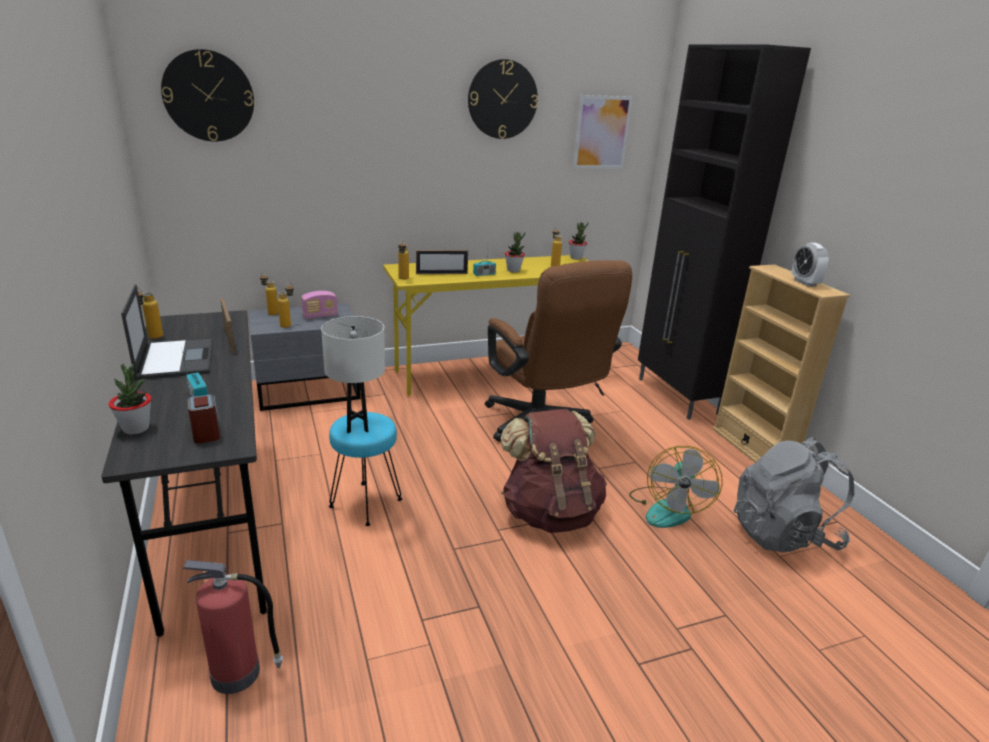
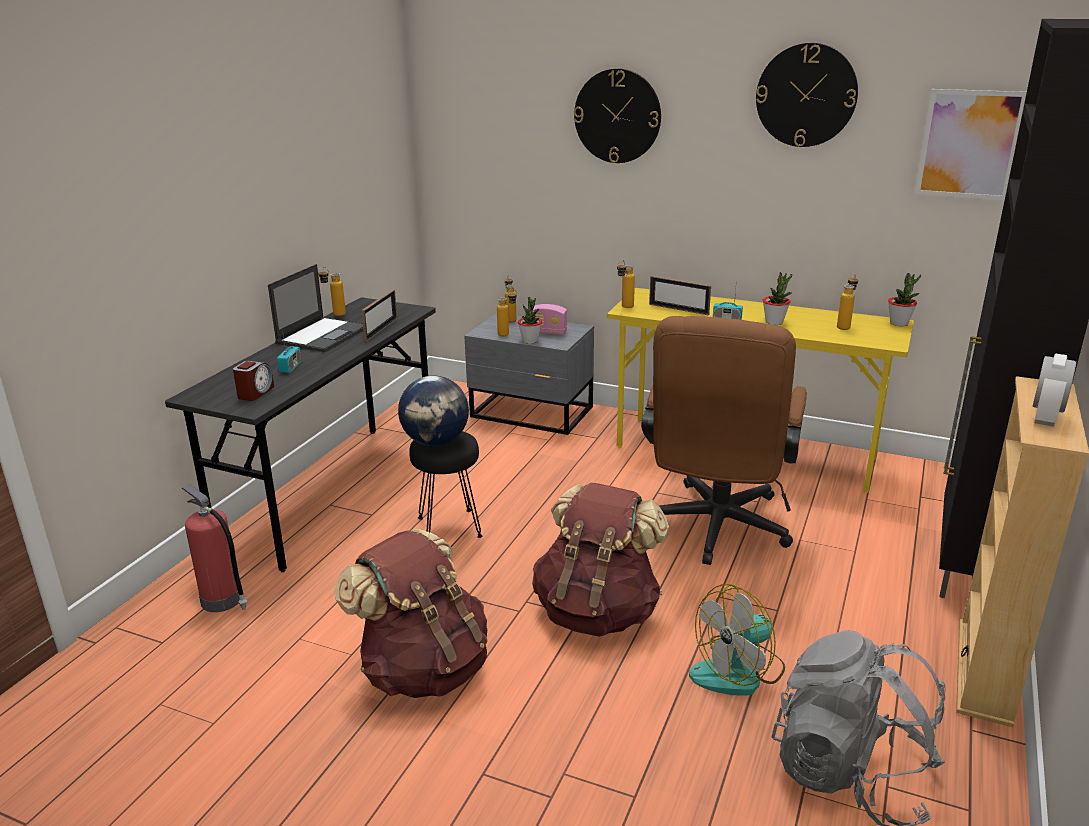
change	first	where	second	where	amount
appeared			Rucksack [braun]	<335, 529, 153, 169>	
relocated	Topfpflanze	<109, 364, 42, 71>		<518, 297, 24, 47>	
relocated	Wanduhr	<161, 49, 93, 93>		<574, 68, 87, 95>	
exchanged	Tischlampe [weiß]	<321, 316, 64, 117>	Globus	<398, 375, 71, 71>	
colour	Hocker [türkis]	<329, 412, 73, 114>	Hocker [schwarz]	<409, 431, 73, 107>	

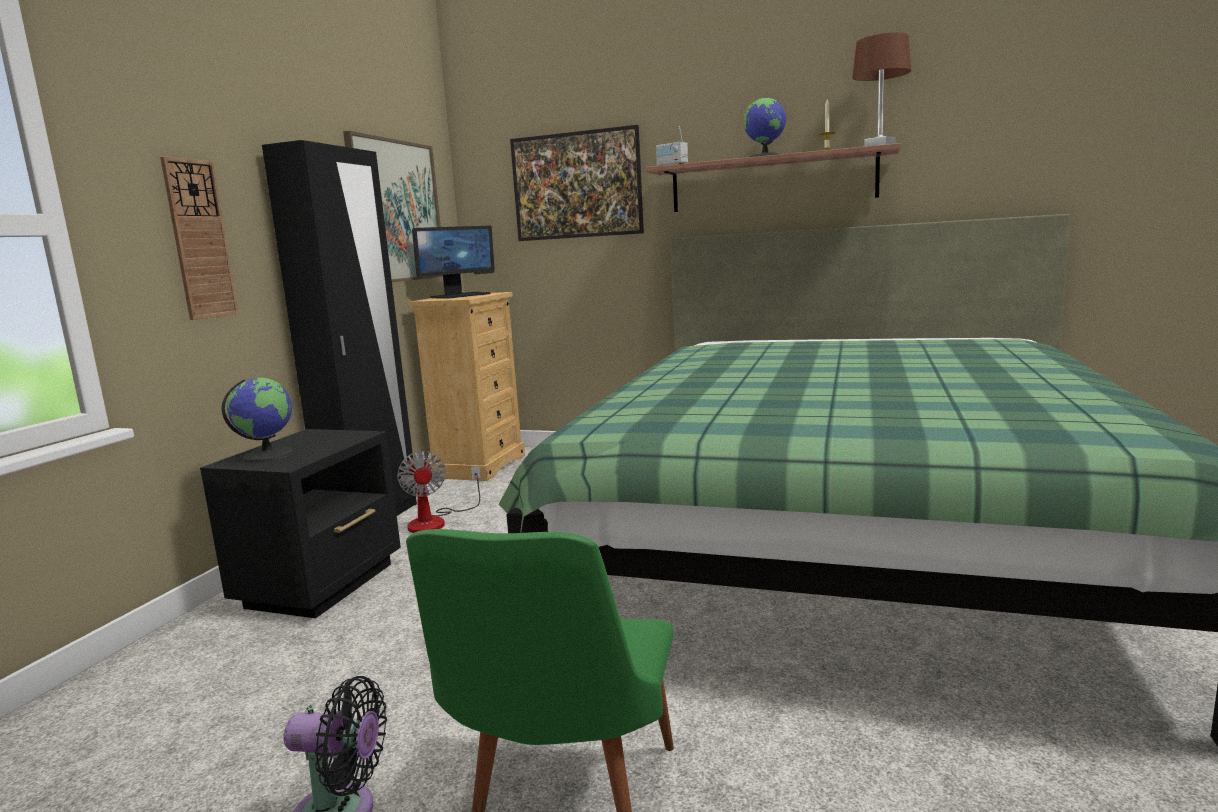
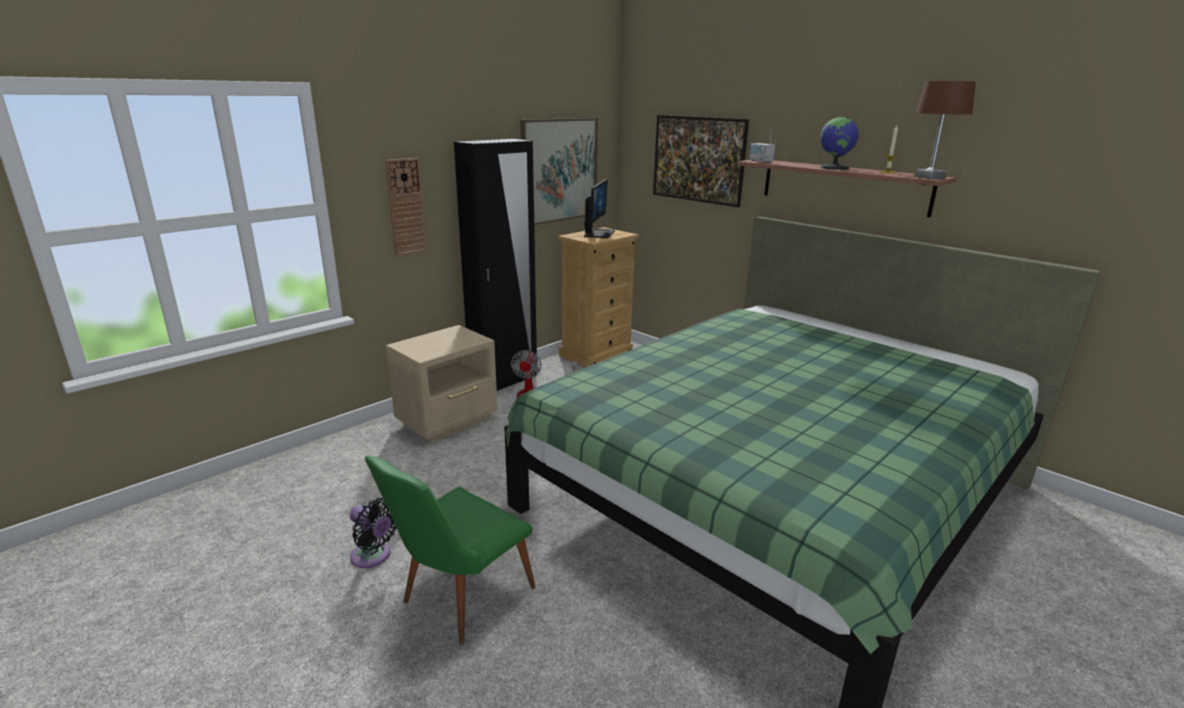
change	first	where	second	where	amount
missing	Globus	<221, 378, 72, 85>			
colour	Nachttisch [schwarz]	<200, 429, 201, 189>	Nachttisch [beige]	<386, 325, 112, 118>	
spun	Monitor	<412, 226, 83, 73>		<584, 179, 31, 59>	60 degrees counterclockwise

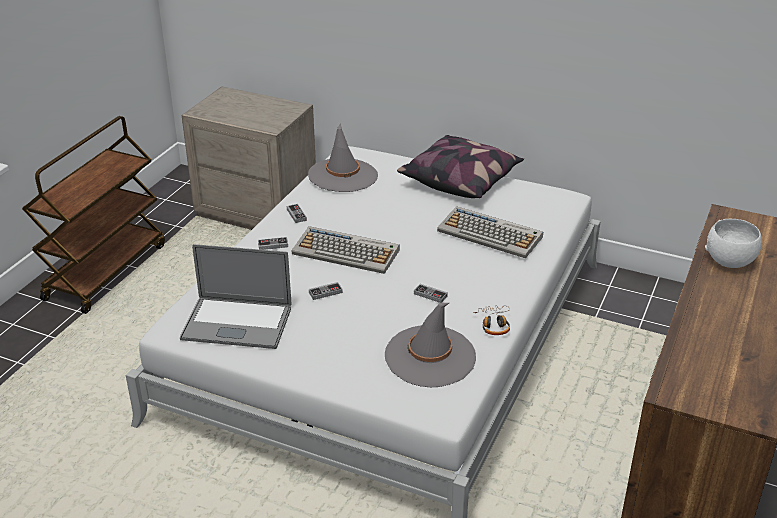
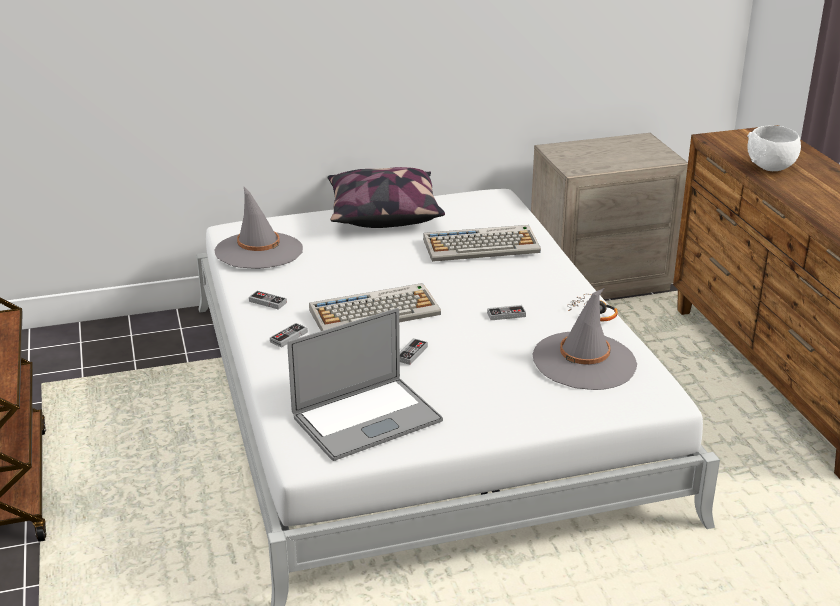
change	first	where	second	where	amount
relocated	Nachttisch [beige]	<182, 86, 134, 144>		<531, 133, 157, 166>	

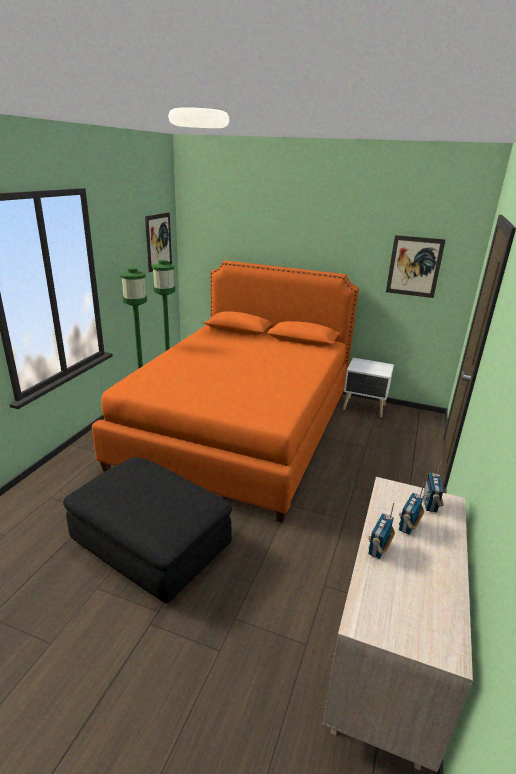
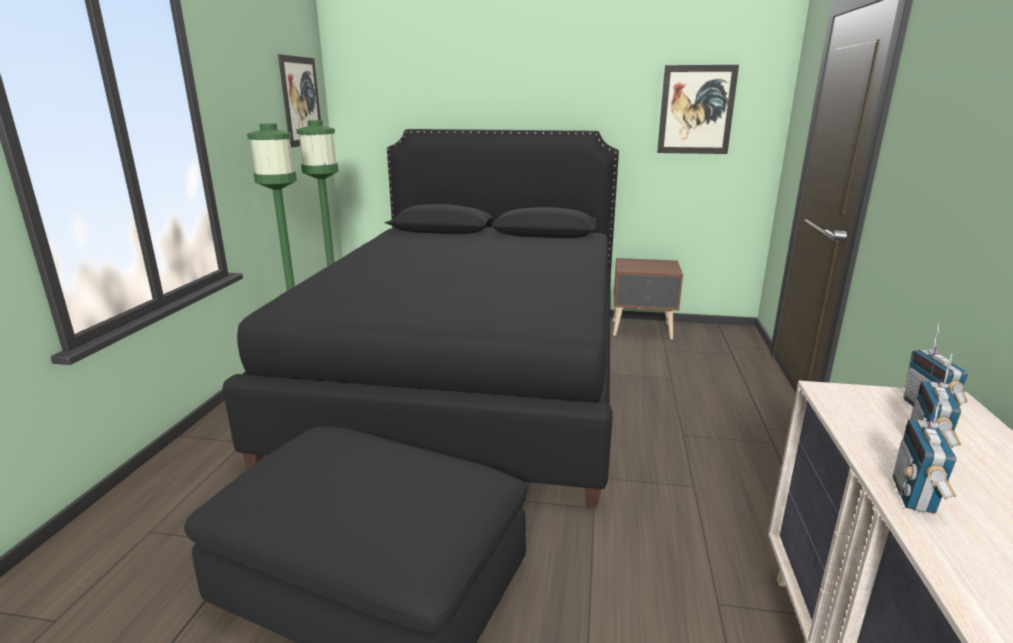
change	first	where	second	where	amount
colour	Bett [orange]	<92, 261, 267, 261>	Bett [schwarz]	<223, 129, 396, 379>	
colour	Nachttisch [weiß]	<343, 358, 51, 59>	Nachttisch [braun]	<613, 258, 70, 81>	

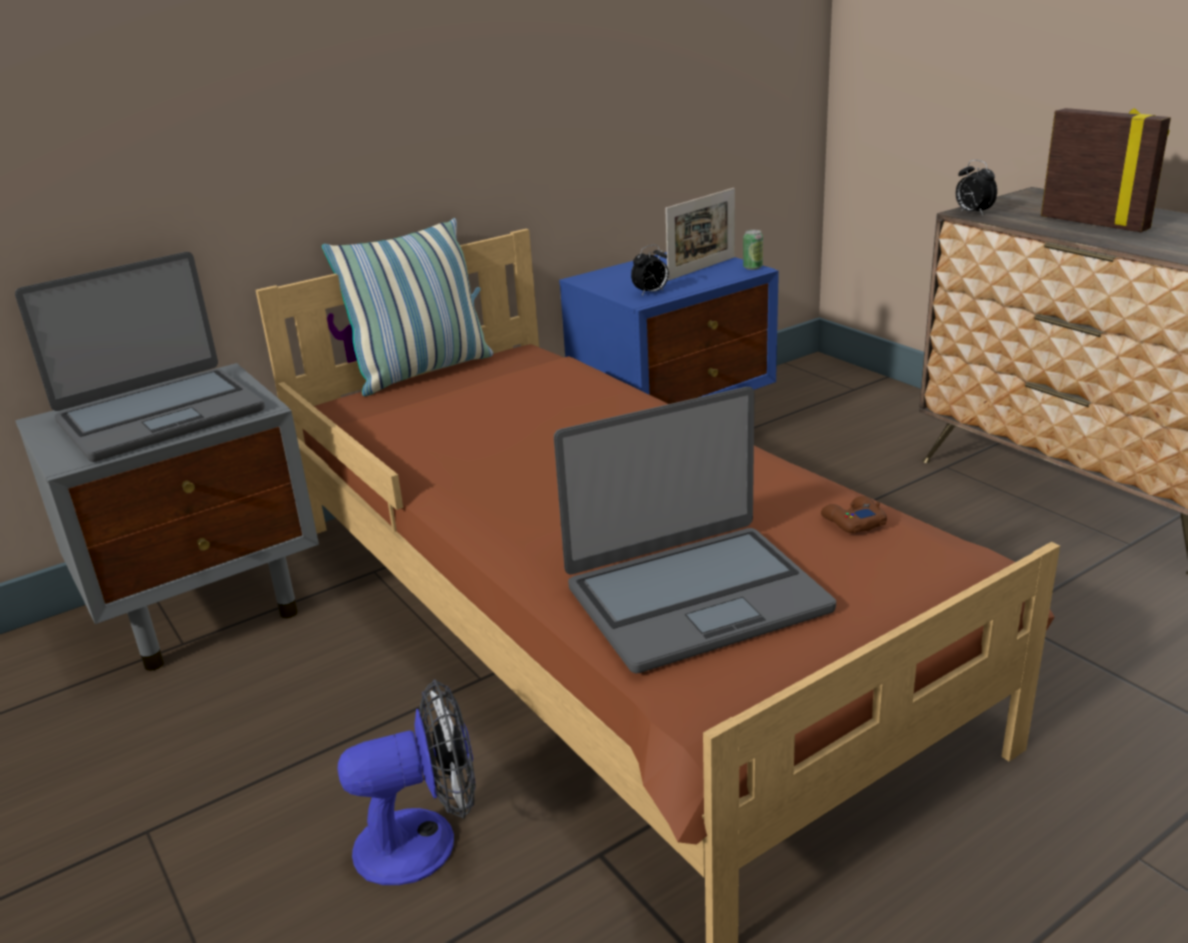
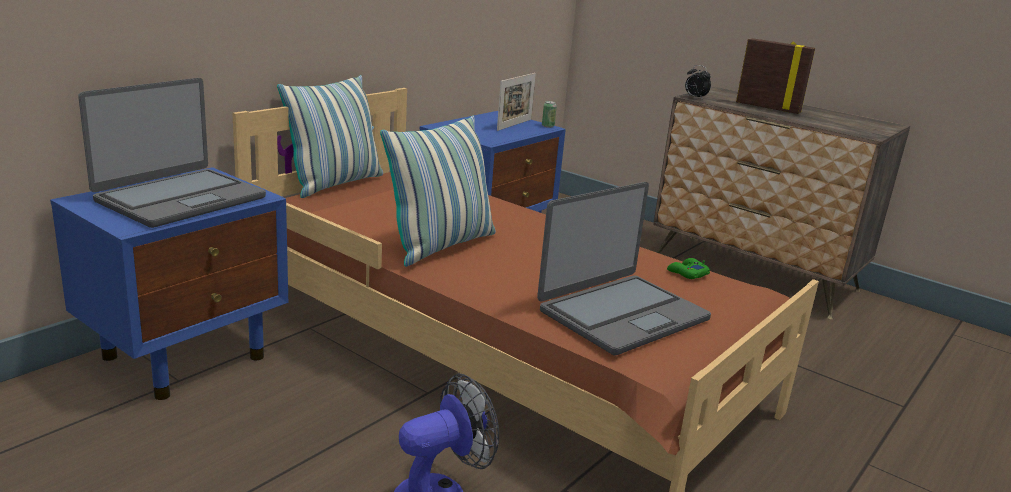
change	first	where	second	where	amount
missing	Wecker	<631, 245, 38, 51>			
appeared			Kissen	<380, 116, 116, 150>	
colour	Nachttisch [grau]	<15, 363, 304, 308>	Nachttisch [blau]	<50, 167, 238, 233>	
colour	Gamepad [braun]	<821, 496, 66, 37>	Gamepad [grün]	<667, 258, 43, 21>	

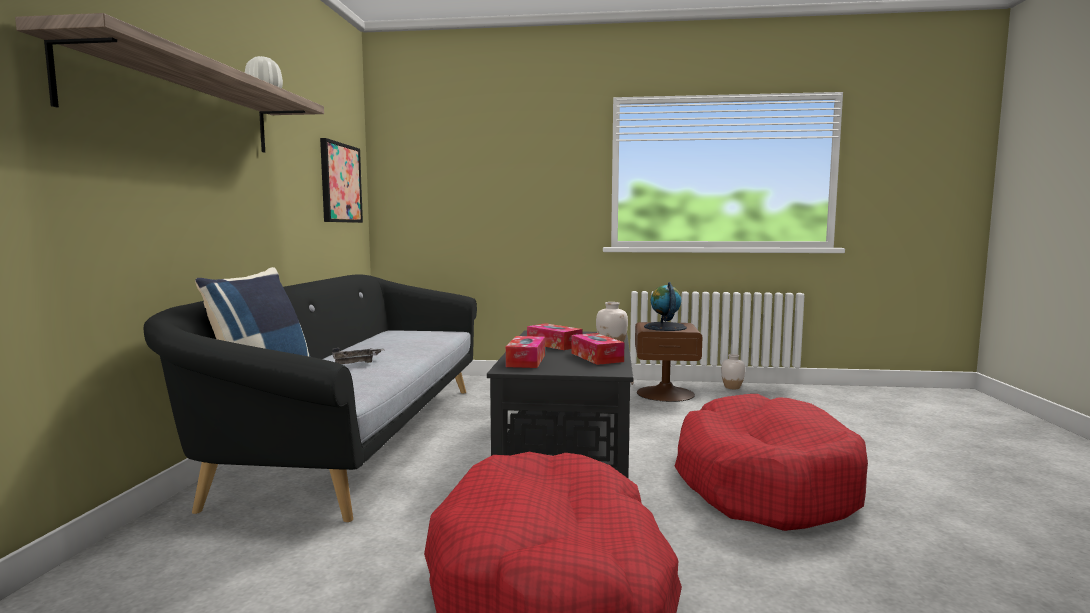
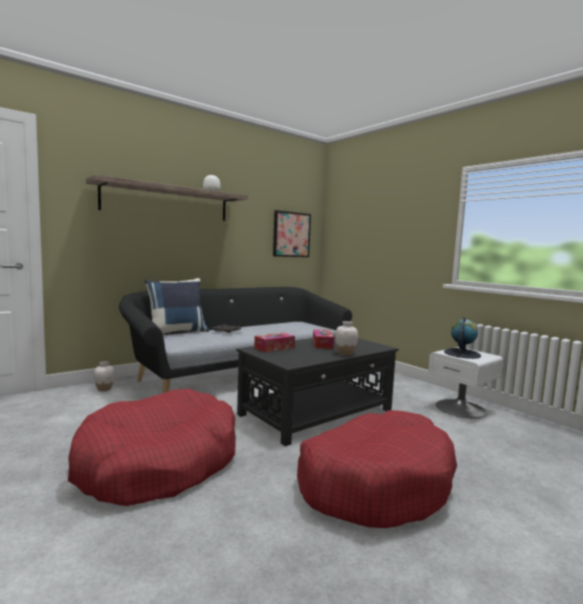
change	first	where	second	where	amount
missing	Taschentuchbox	<572, 333, 52, 32>			
relocated	Vase [weiß]	<721, 354, 24, 35>		<94, 361, 21, 30>	
colour	Nachttisch [braun]	<635, 322, 68, 80>	Nachttisch [weiß]	<428, 347, 75, 71>	

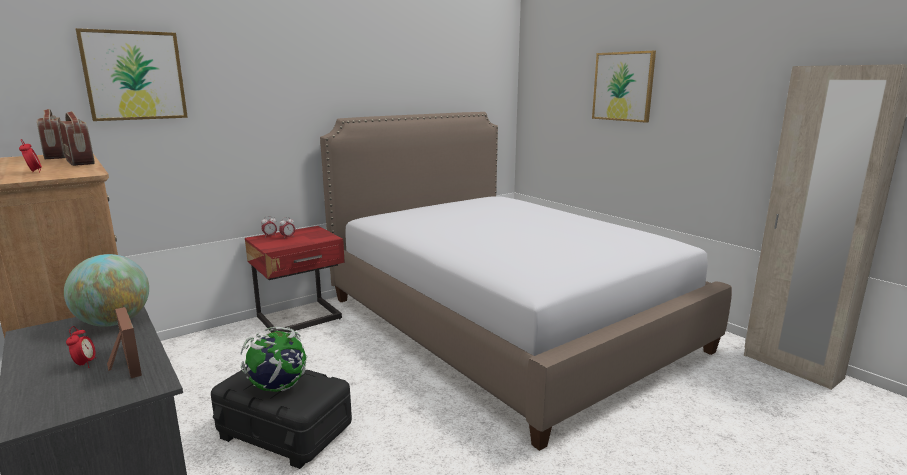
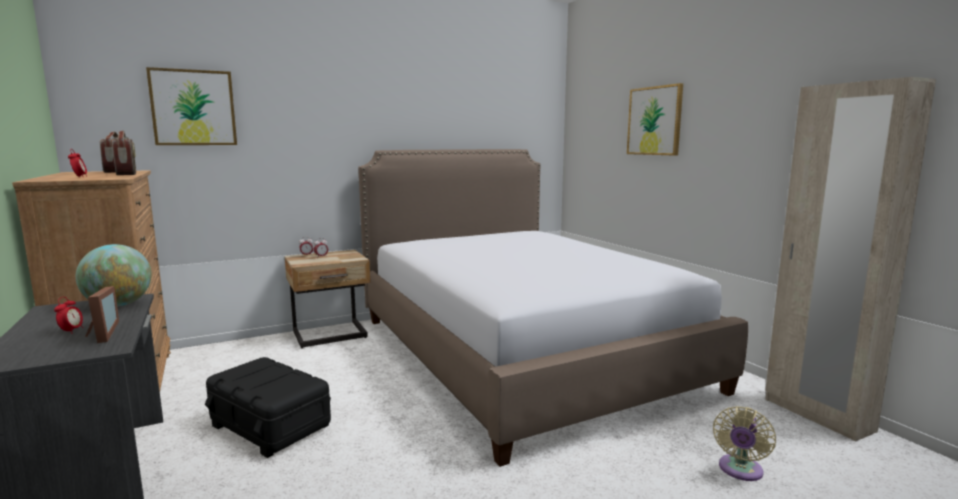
change	first	where	second	where	amount
missing	Globus	<241, 327, 66, 65>			
appeared			Ventilator [beige]	<713, 406, 63, 75>	
colour	Nachttisch [rot]	<245, 226, 100, 106>	Nachttisch [beige]	<285, 250, 85, 99>	

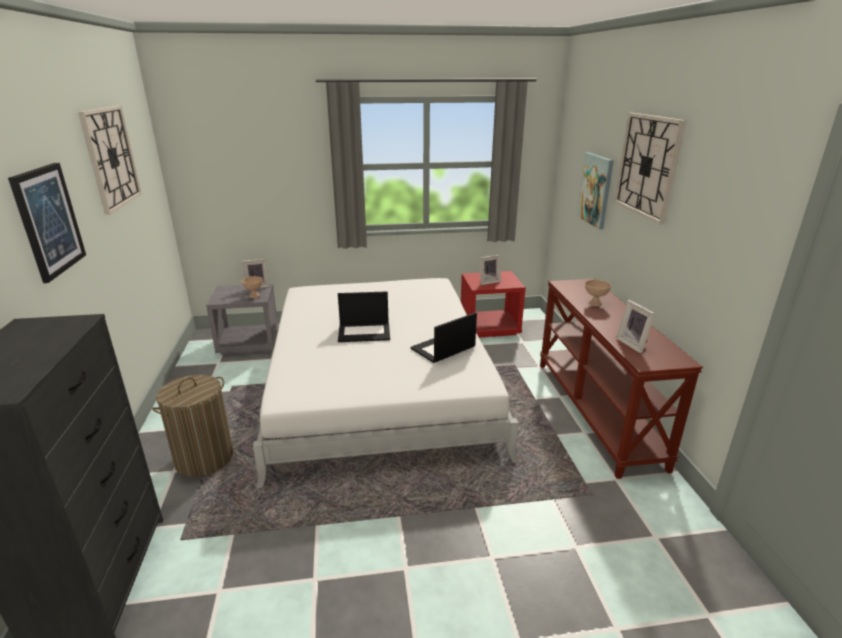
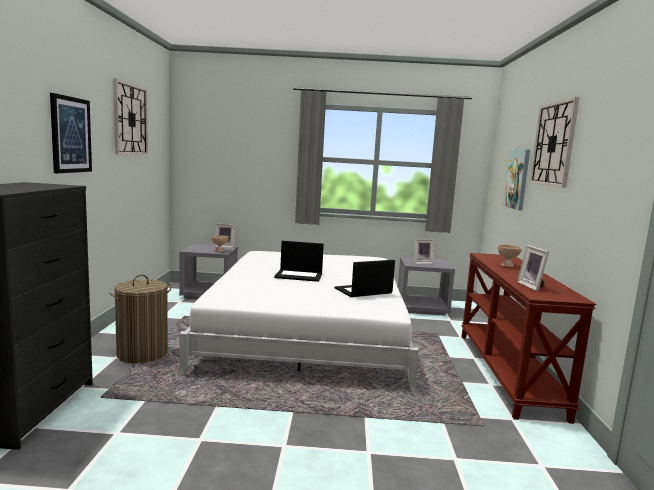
change	first	where	second	where	amount
colour	Nachttisch [rot]	<461, 271, 65, 67>	Nachttisch [grau]	<398, 257, 57, 59>	

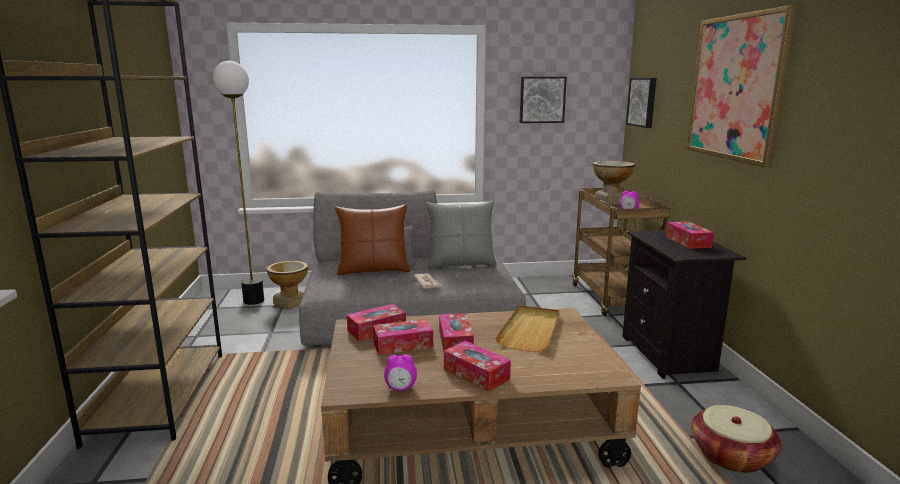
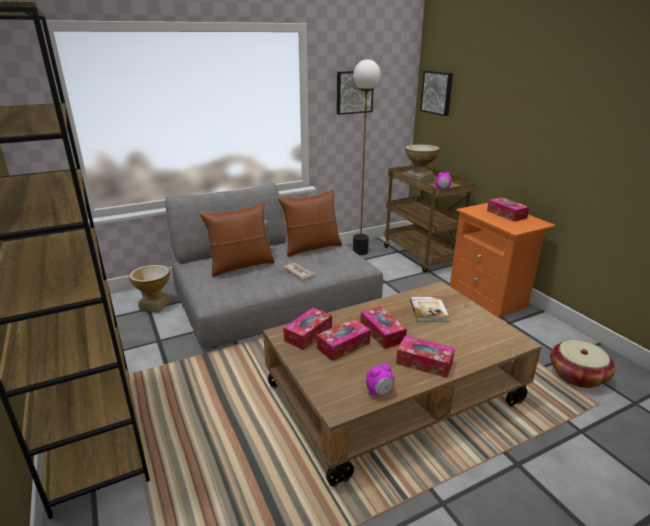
change	first	where	second	where	amount
missing	Bild	<686, 5, 111, 163>			
relocated	Stehlampe	<213, 61, 51, 244>		<353, 59, 28, 196>	
exchanged	Tablett [beige]	<495, 305, 64, 47>	Buch	<410, 297, 39, 25>	
colour	Kissen [grau]	<425, 201, 72, 68>	Kissen [braun]	<278, 189, 64, 68>	
colour	Nachttisch [schwarz]	<622, 230, 124, 149>	Nachttisch [orange]	<450, 203, 106, 115>	

